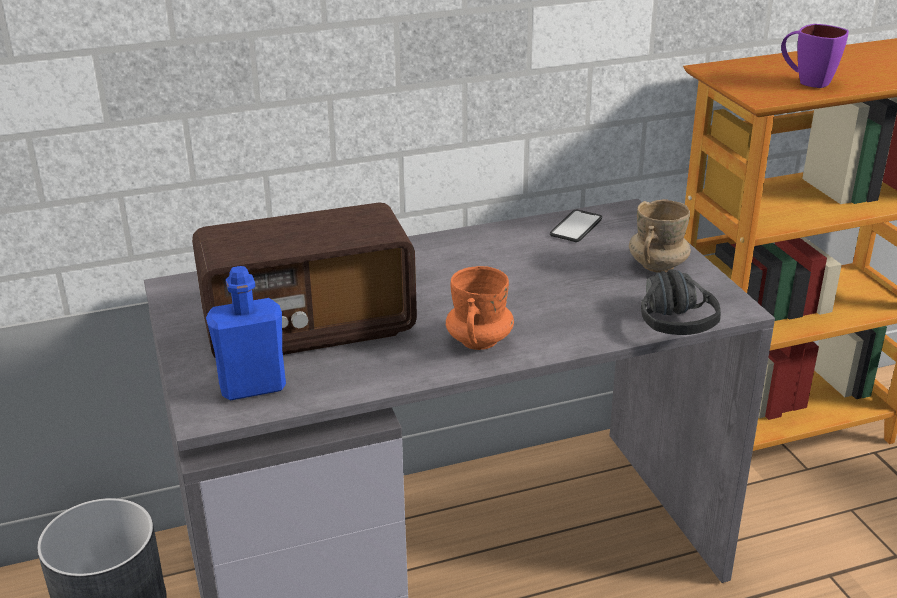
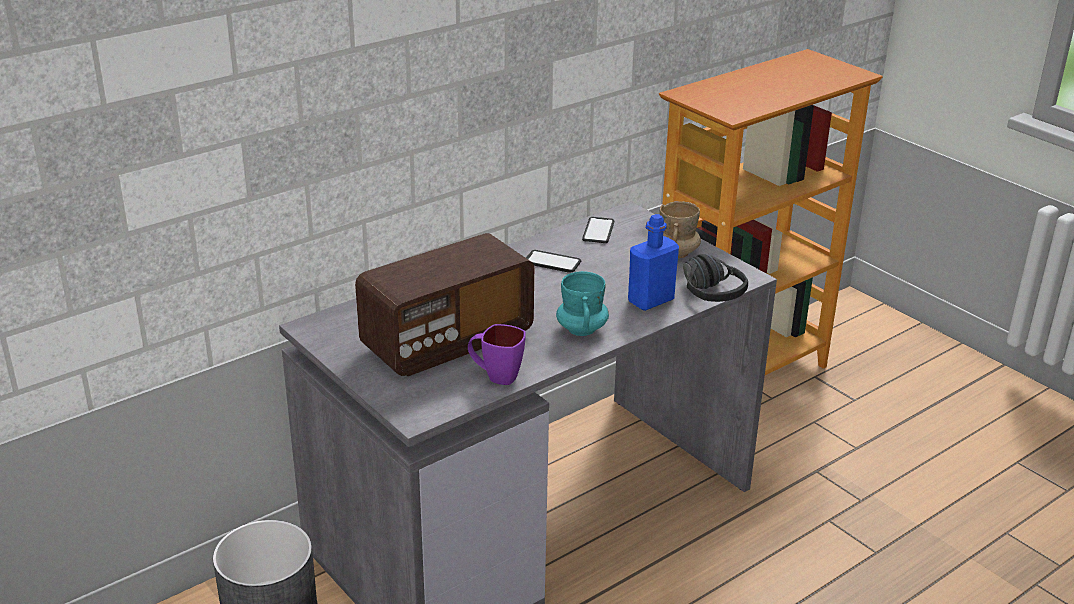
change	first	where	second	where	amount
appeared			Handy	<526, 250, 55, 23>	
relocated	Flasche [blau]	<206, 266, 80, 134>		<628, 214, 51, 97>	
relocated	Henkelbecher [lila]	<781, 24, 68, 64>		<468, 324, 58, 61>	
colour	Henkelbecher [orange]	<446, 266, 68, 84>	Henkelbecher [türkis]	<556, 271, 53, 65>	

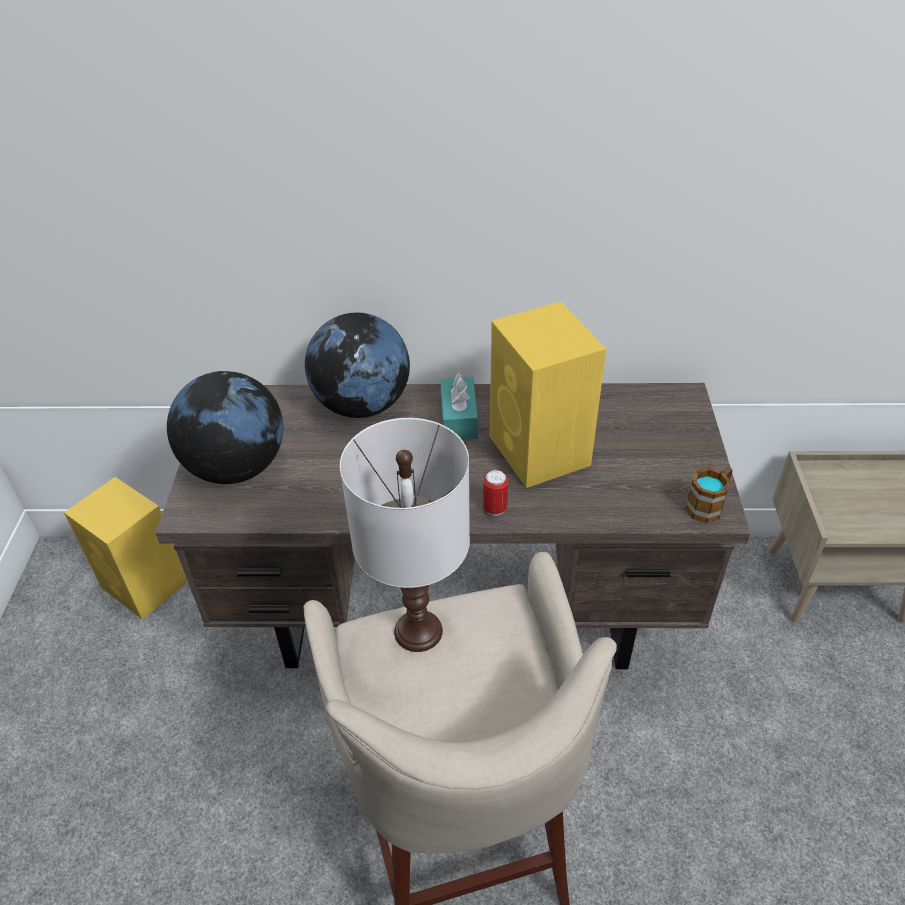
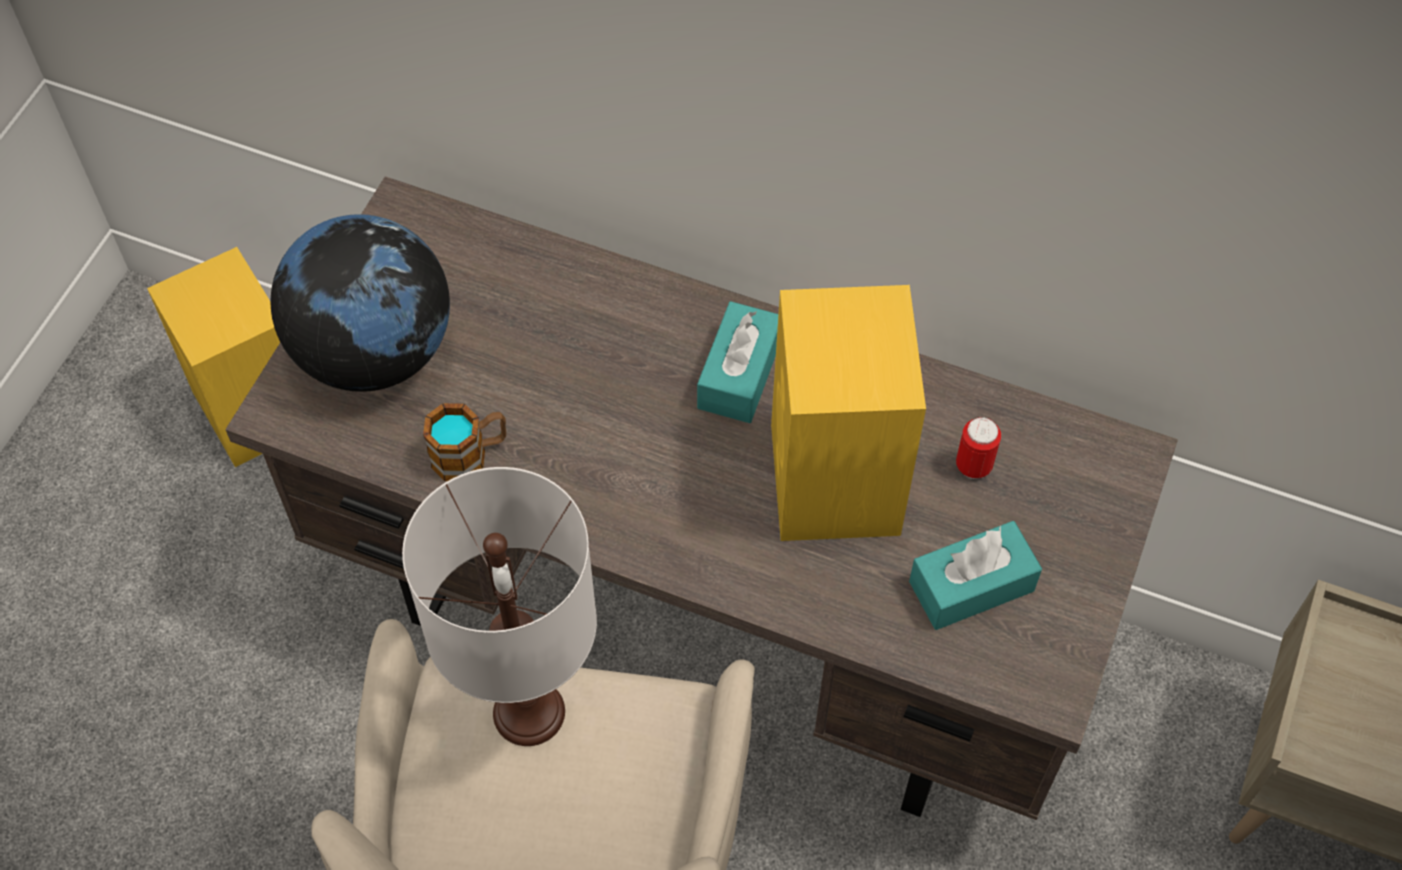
change	first	where	second	where	amount
missing	Globus	<305, 313, 105, 105>			
appeared			Taschentuchbox [türkis]	<909, 521, 133, 109>	
relocated	Dose	<483, 470, 25, 46>		<956, 417, 45, 62>	
relocated	Henkelbecher	<685, 467, 47, 56>		<423, 403, 83, 78>	

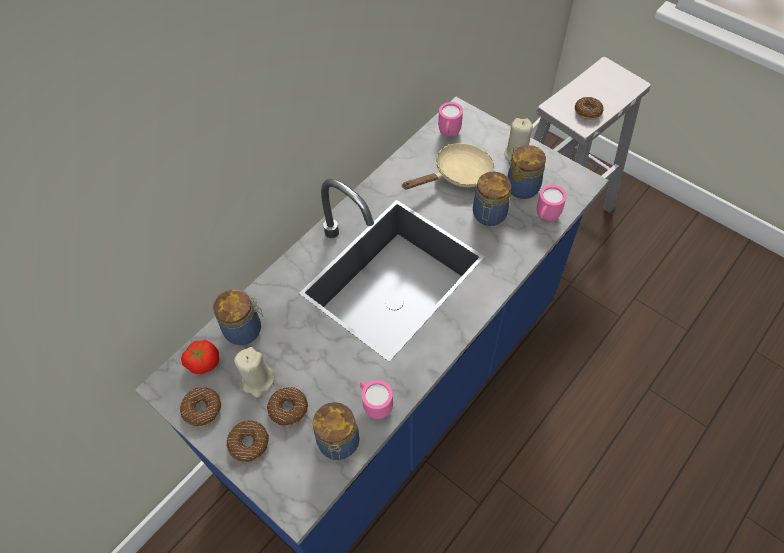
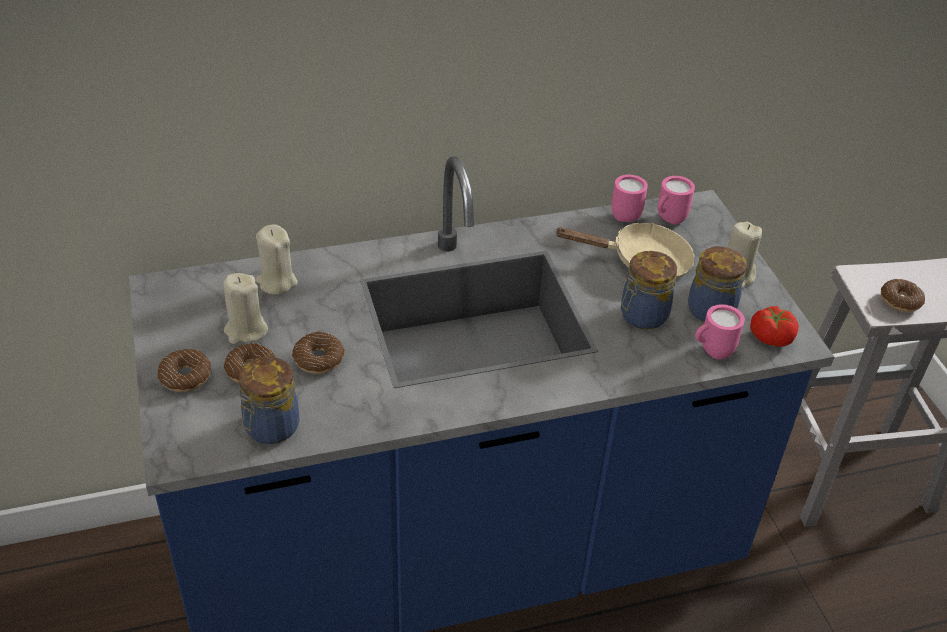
change	first	where	second	where	amount
relocated	Donut	<180, 387, 41, 39>		<292, 331, 52, 43>	
relocated	Tomate	<181, 340, 38, 34>		<750, 306, 49, 41>	
relocated	Henkelbecher [rosa]	<360, 380, 33, 40>		<611, 175, 37, 47>	
exchanged	Vorratsglas	<213, 289, 50, 56>	Kerze [beige]	<255, 224, 43, 71>	

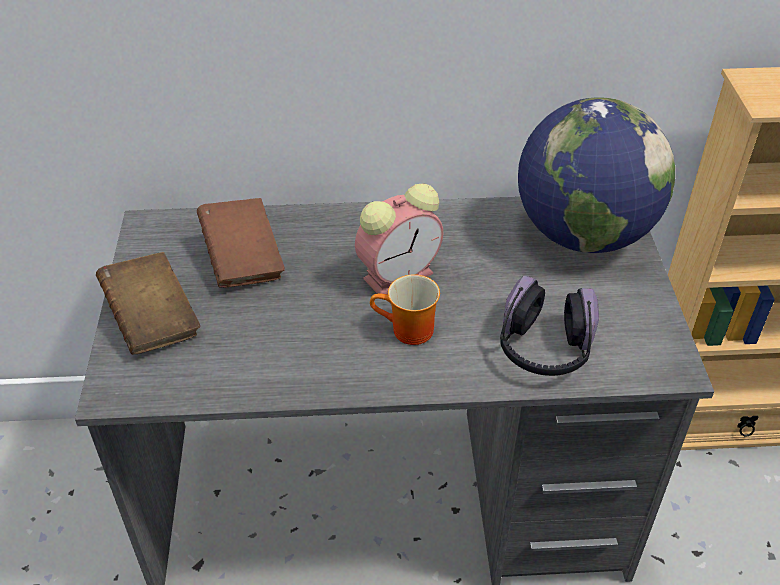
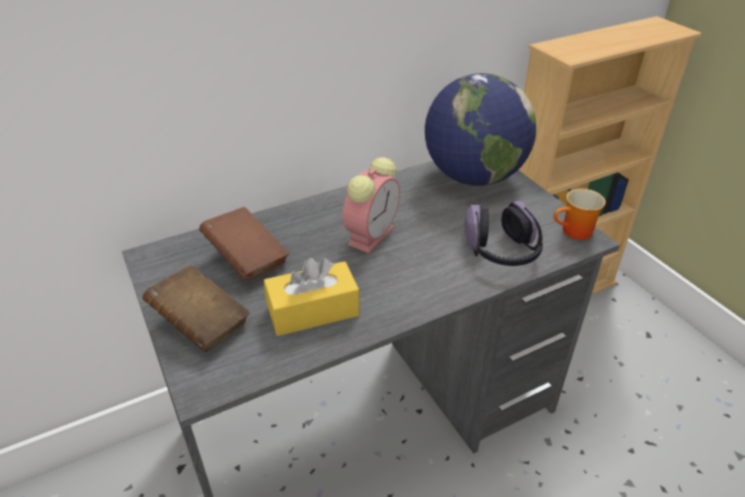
change	first	where	second	where	amount
appeared			Taschentuchbox [gelb]	<264, 258, 96, 78>	
relocated	Henkelbecher	<370, 274, 70, 71>		<553, 189, 53, 51>	

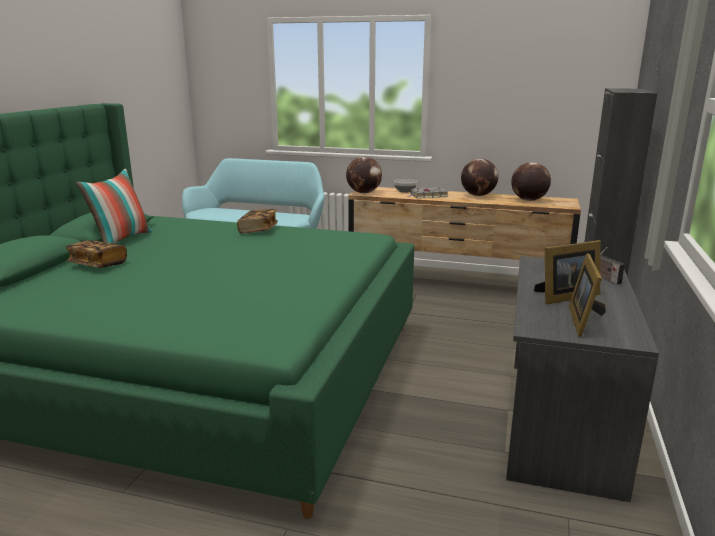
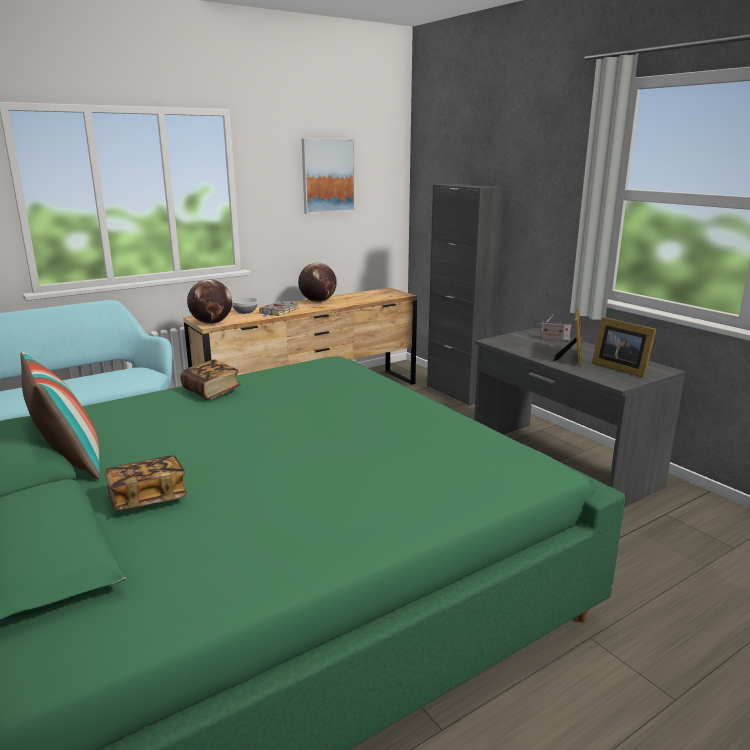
change	first	where	second	where	amount
missing	Globus	<511, 162, 40, 39>			
appeared			Bild	<302, 139, 53, 75>	

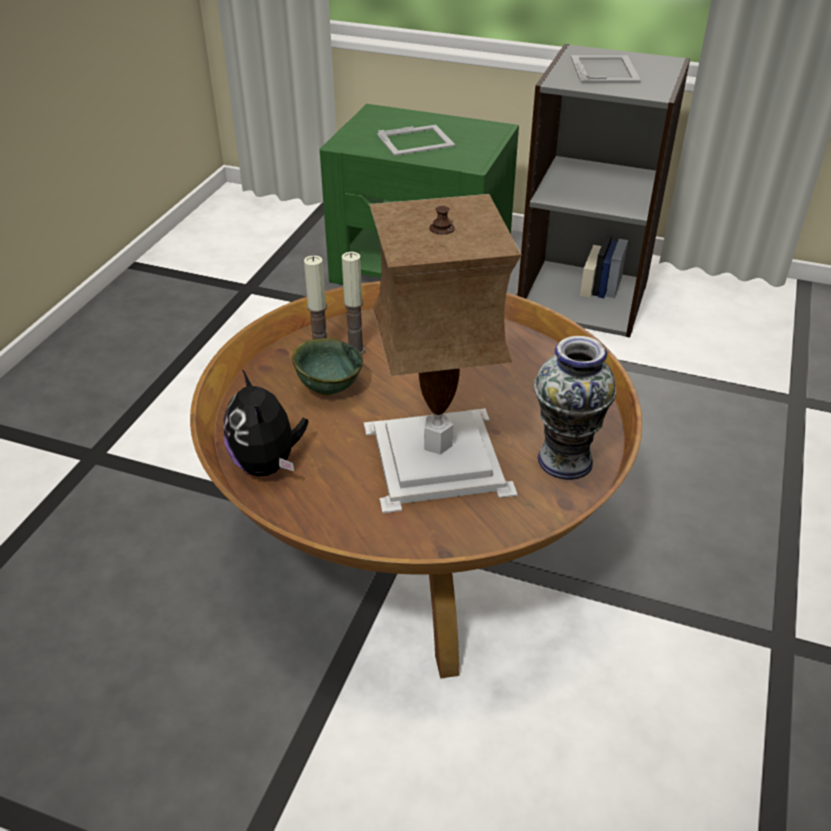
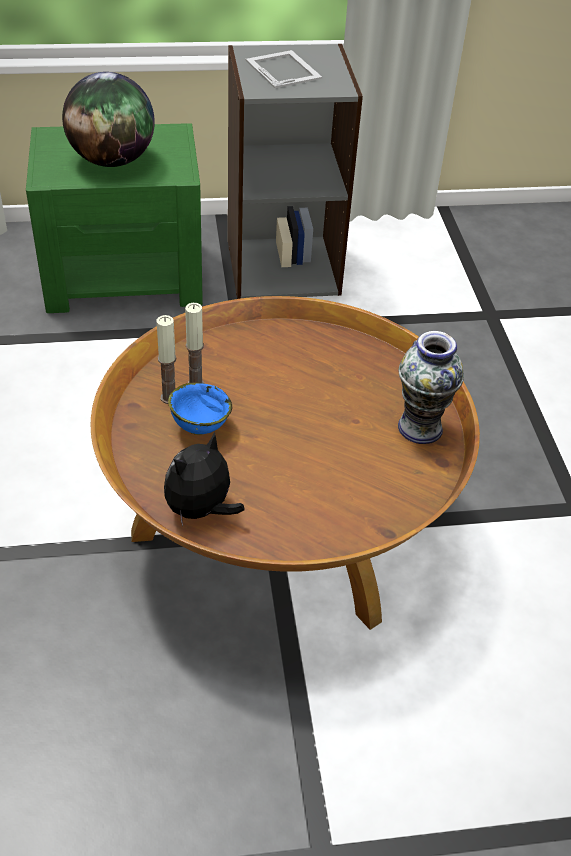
change	first	where	second	where	amount
missing	Tischlampe	<364, 194, 157, 320>			
exchanged	Bilderrahmen	<377, 125, 78, 31>	Globus	<62, 72, 93, 95>	
colour	Schüssel [grün]	<292, 338, 71, 57>	Schüssel [blau]	<168, 382, 64, 53>	
spun	Plüschtier	<224, 369, 84, 107>		<164, 431, 81, 95>	90 degrees clockwise

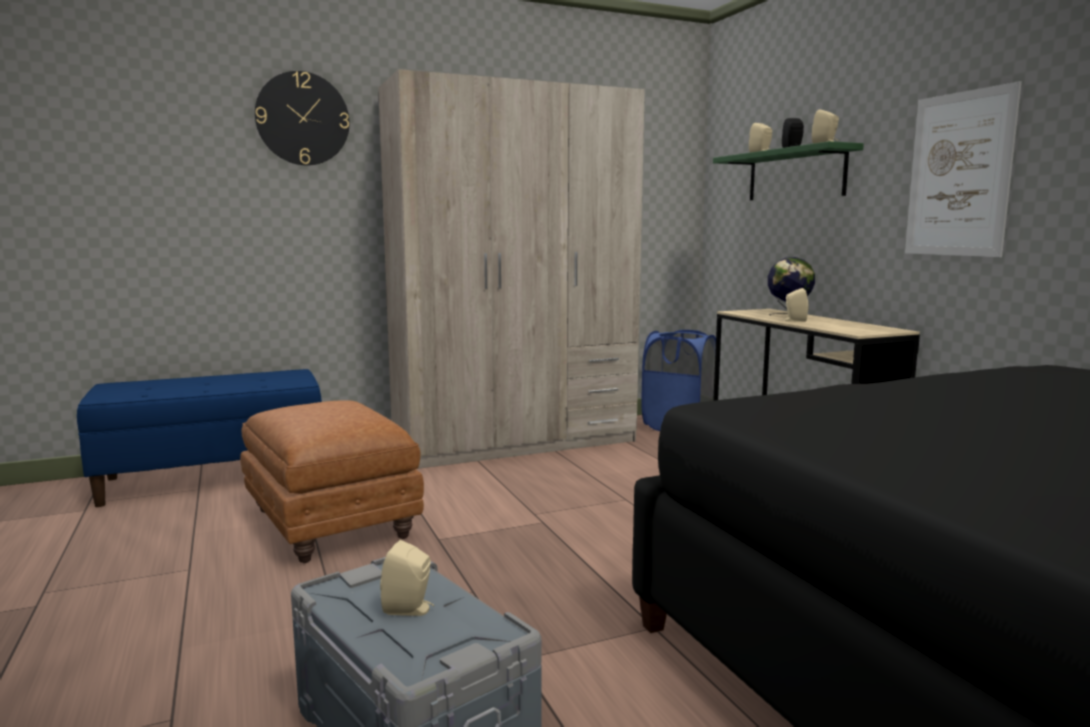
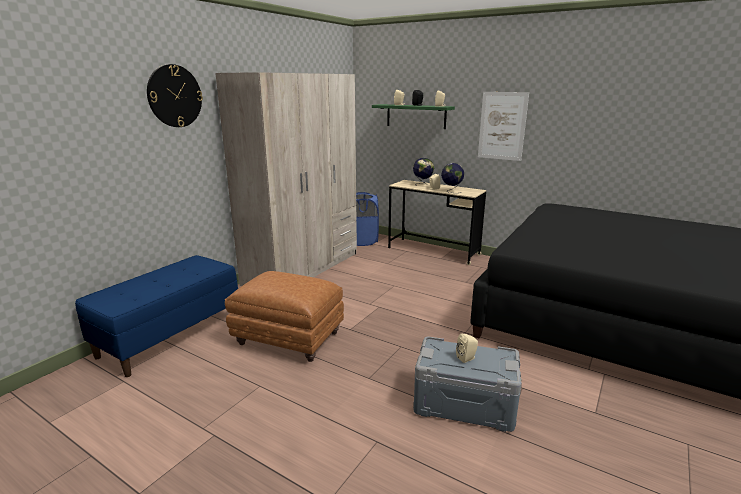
change	first	where	second	where	amount
appeared			Globus	<441, 163, 23, 30>	

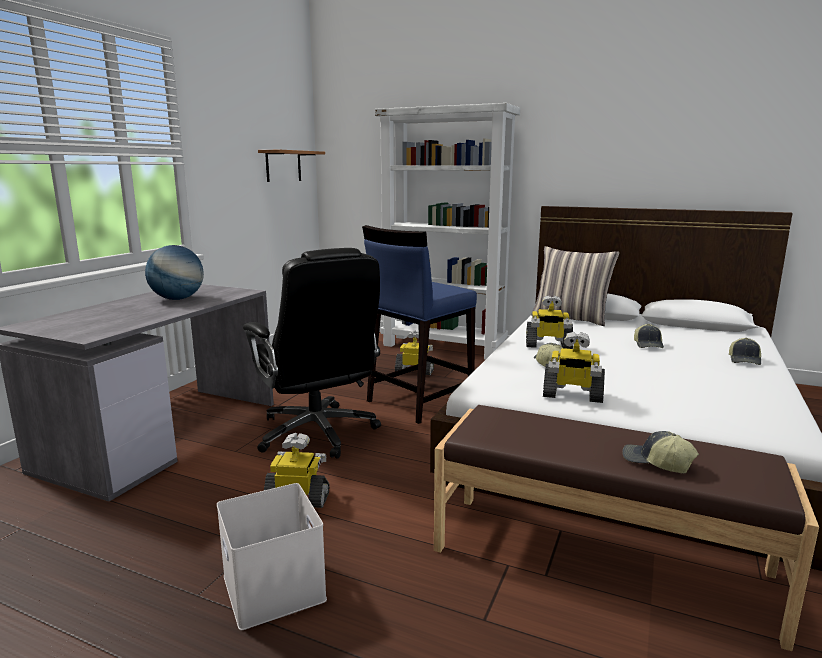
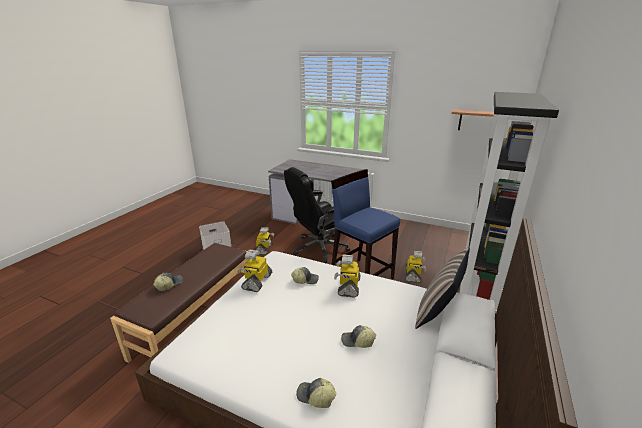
change	first	where	second	where	amount
missing	Globus	<145, 245, 59, 55>			
colour	Bücherregal [weiß]	<375, 103, 145, 257>	Bücherregal [schwarz]	<459, 92, 100, 219>	

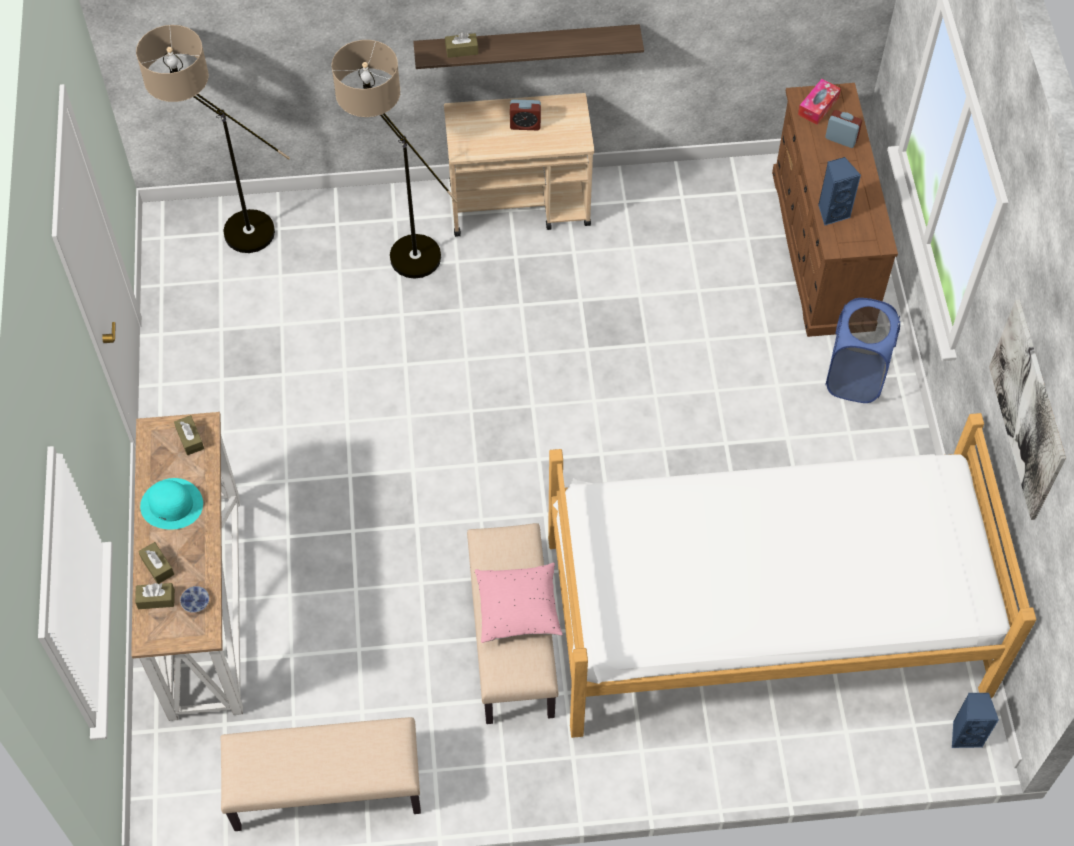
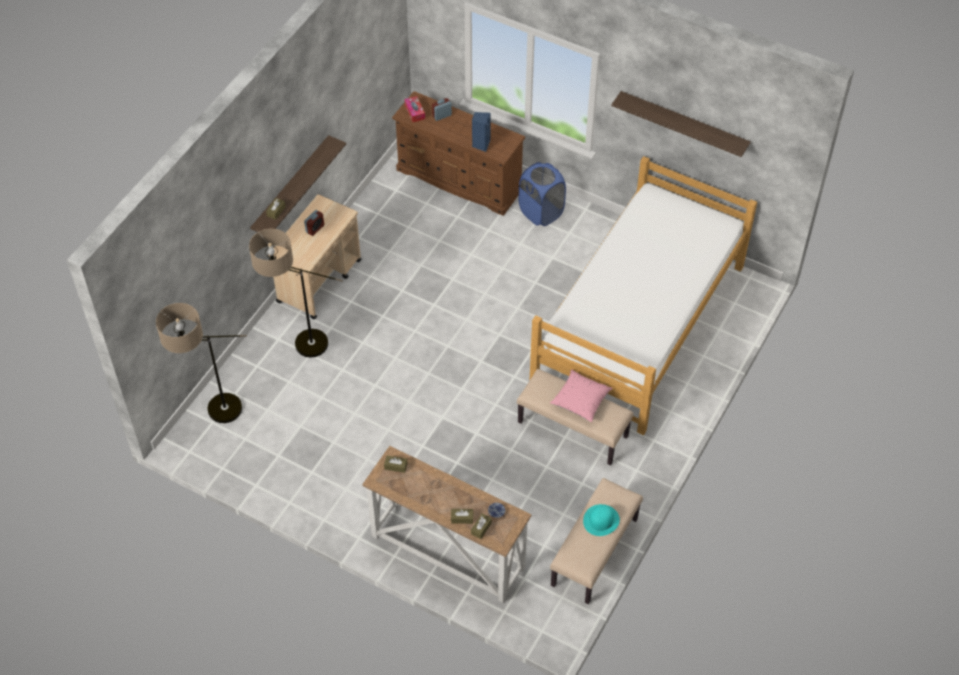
change	first	where	second	where	amount
missing	Lautsprecher [blau]	<952, 693, 47, 55>			
relocated	Hut [türkis]	<140, 478, 63, 52>		<583, 504, 37, 32>	
exchanged	Bild	<989, 300, 77, 220>	Wandregal	<611, 91, 140, 66>	

